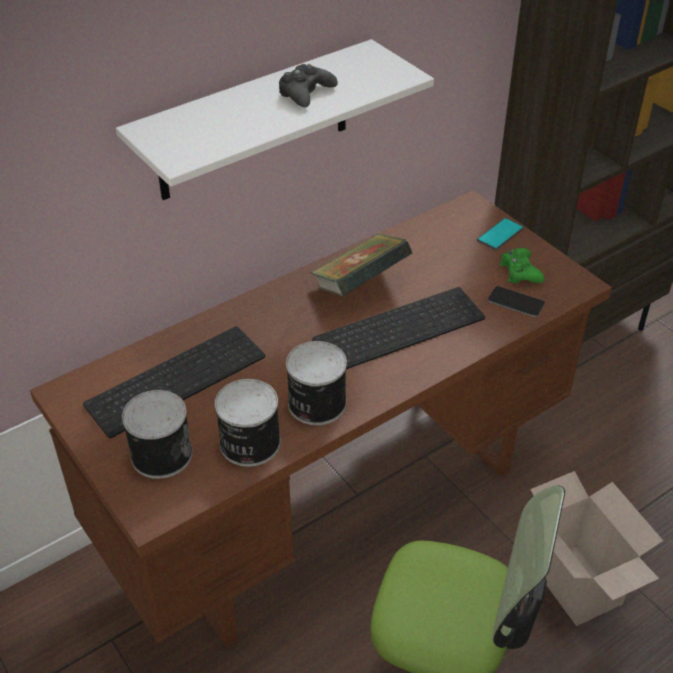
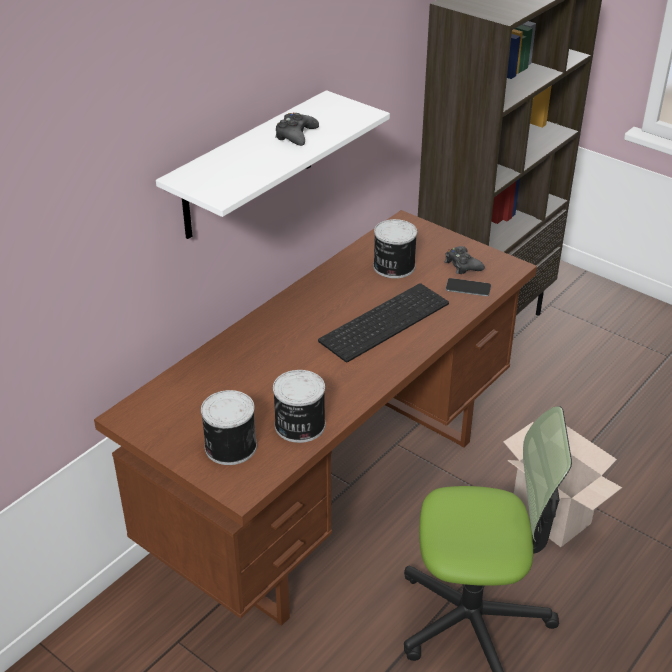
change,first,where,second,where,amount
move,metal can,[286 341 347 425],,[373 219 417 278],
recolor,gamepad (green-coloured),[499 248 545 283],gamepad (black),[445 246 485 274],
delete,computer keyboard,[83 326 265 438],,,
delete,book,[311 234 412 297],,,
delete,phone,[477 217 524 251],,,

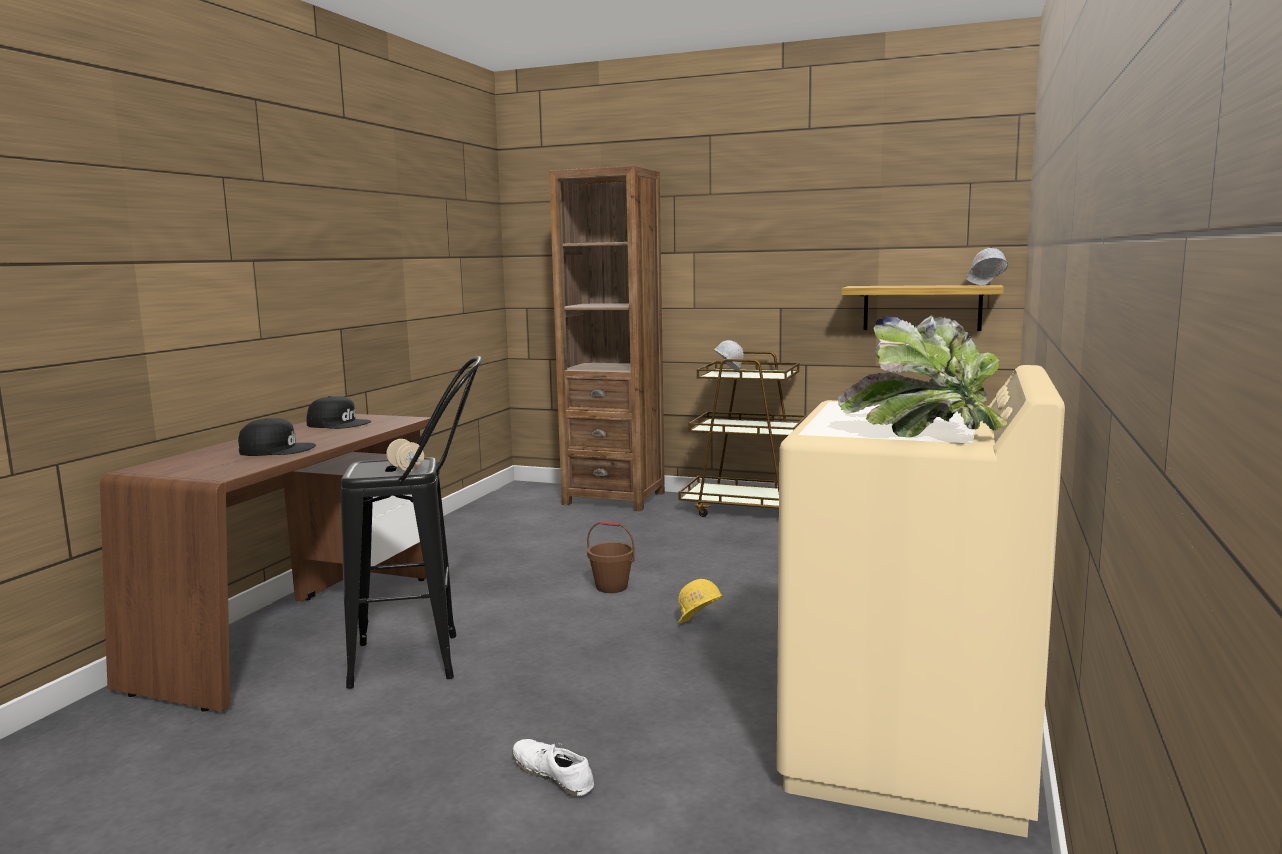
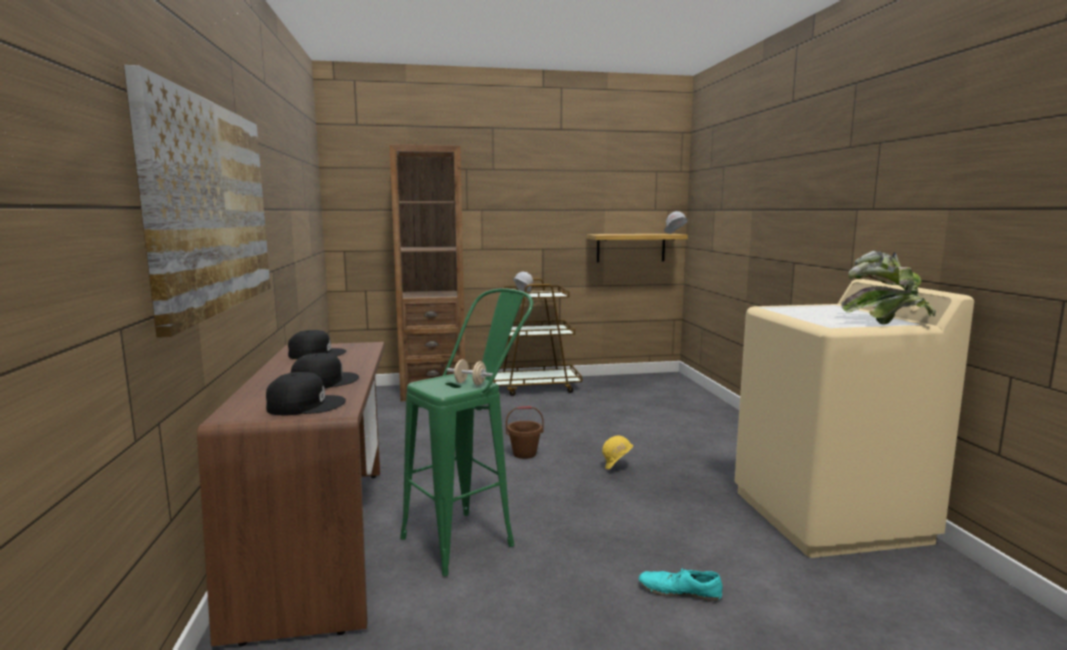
change,first,where,second,where,amount
insert,,,picture,[124 65 270 338],
insert,,,peaked cap (black),[266 372 346 415],
recolor,stool seat (black),[341 356 482 689],stool seat (green-coloured),[400 288 533 576],
recolor,item of footwear (white-coloured),[512 739 594 796],item of footwear (blue-green),[639 567 723 601],

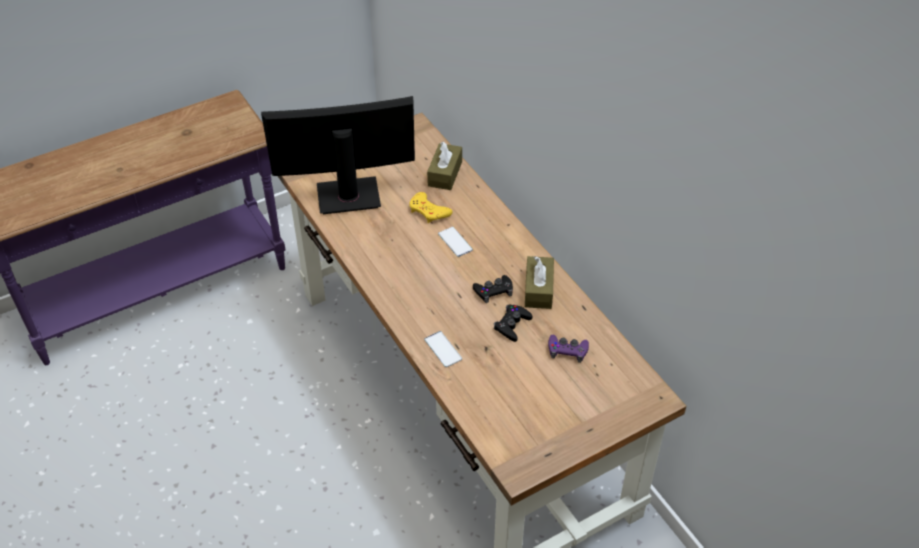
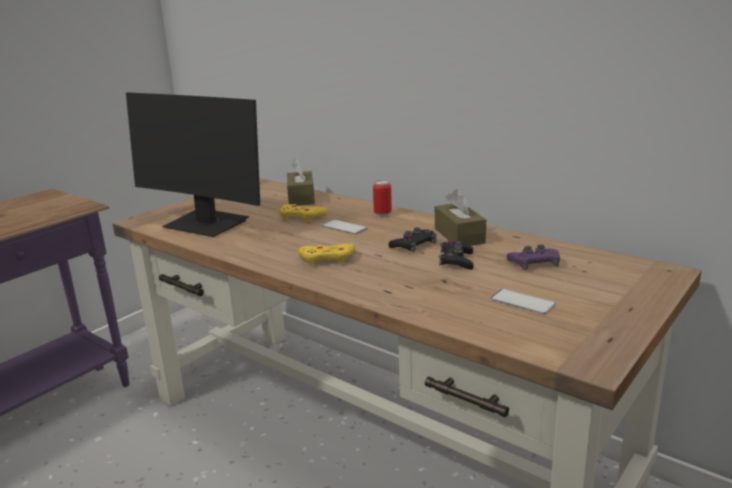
change,first,where,second,where,amount
rotate,computer display,[261 96 415 214],,[126 93 260 237],120 degrees counterclockwise
insert,,,gamepad (yellow-coloured),[298 243 355 266],
insert,,,metal can,[373 180 392 217],
move,phone,[424 331 462 367],,[491 289 556 314],

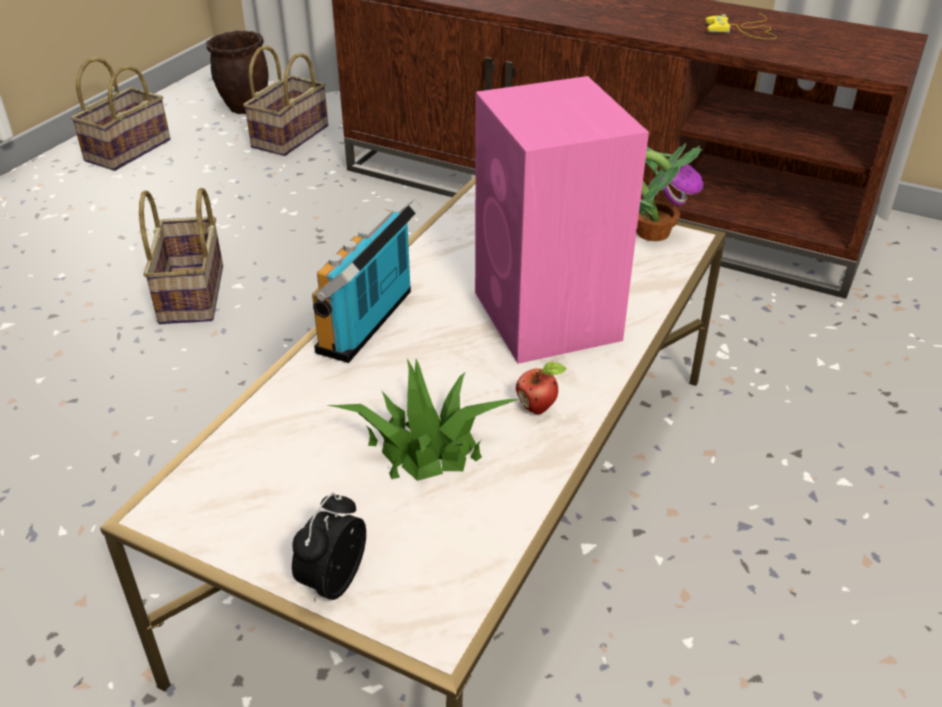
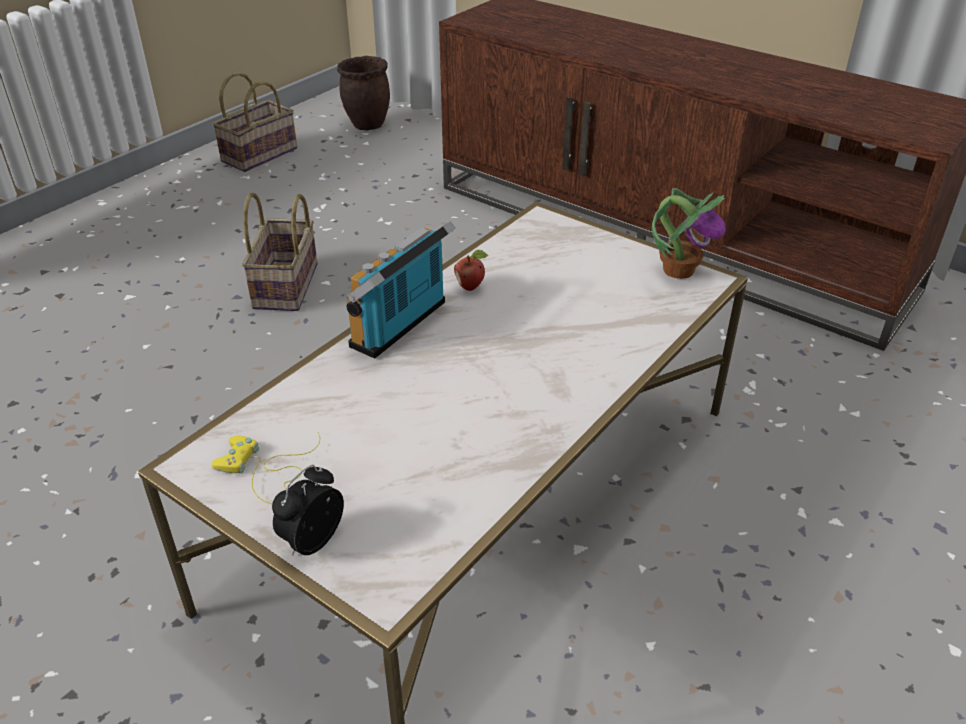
change,first,where,second,where,amount
move,gamepad (yellow-coloured),[705 13 777 39],,[212 433 320 504],
move,apple fruit,[516 362 567 414],,[454 250 488 291],
delete,household basket,[243 45 328 156],,,
delete,potted plant,[328 359 518 481],,,
delete,loudspeaker (pink),[475 76 649 364],,,

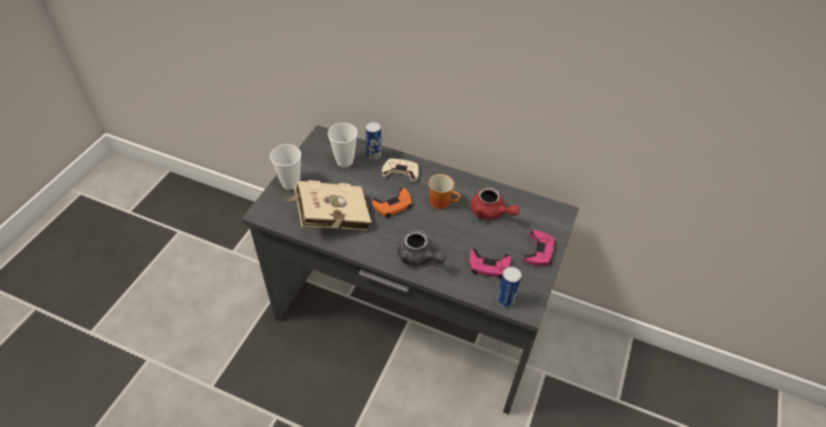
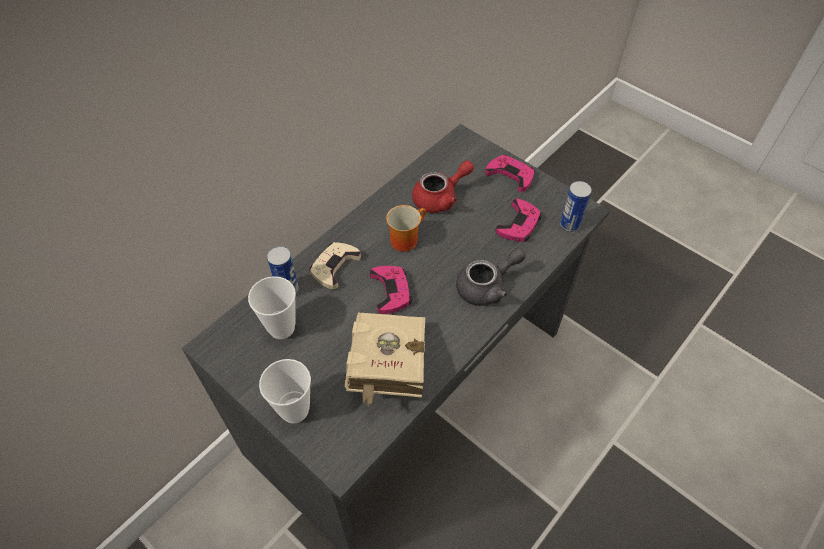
change,first,where,second,where,amount
recolor,gamepad (orangey),[372 187 412 217],gamepad (pink),[370 266 412 314],

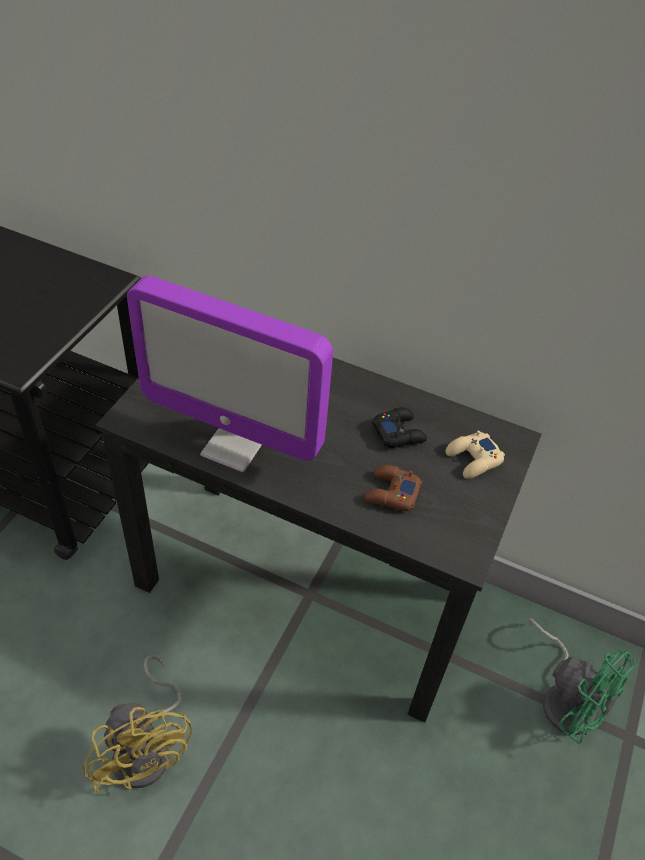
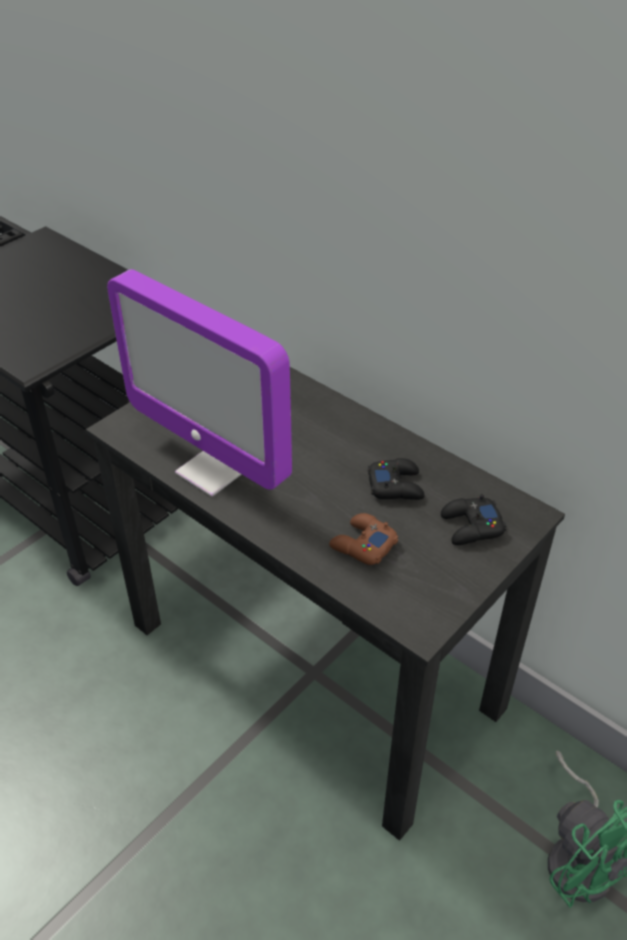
change,first,where,second,where,amount
recolor,gamepad (beige),[446 430 505 479],gamepad (black),[441 494 507 545],
delete,fan (yellow-coloured),[83 655 192 794],,,

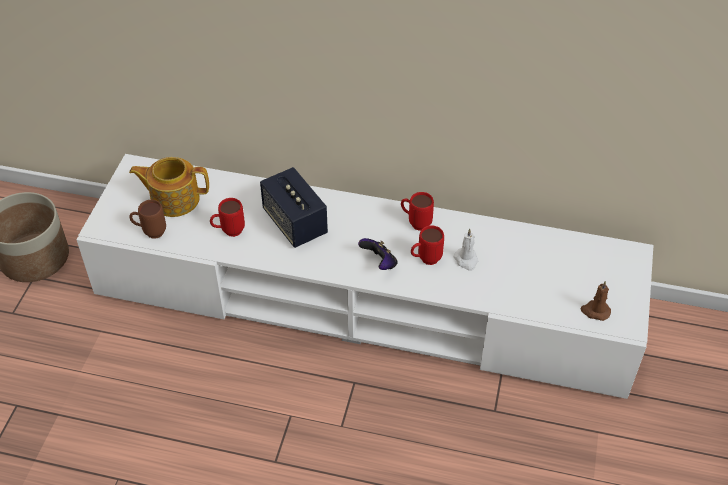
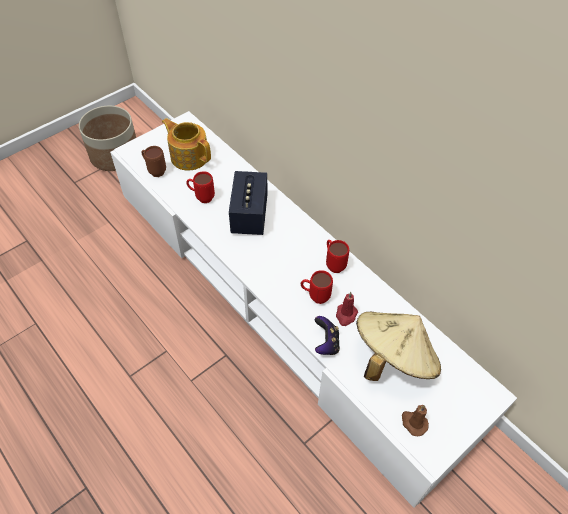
change,first,where,second,where,amount
move,gamepad,[358 238 398 270],,[315 316 340 355],
recolor,wax light (white-coloured),[453 229 478 271],wax light (reddish),[336 292 358 326],
insert,,,wearable hat (beige),[356 312 441 381],

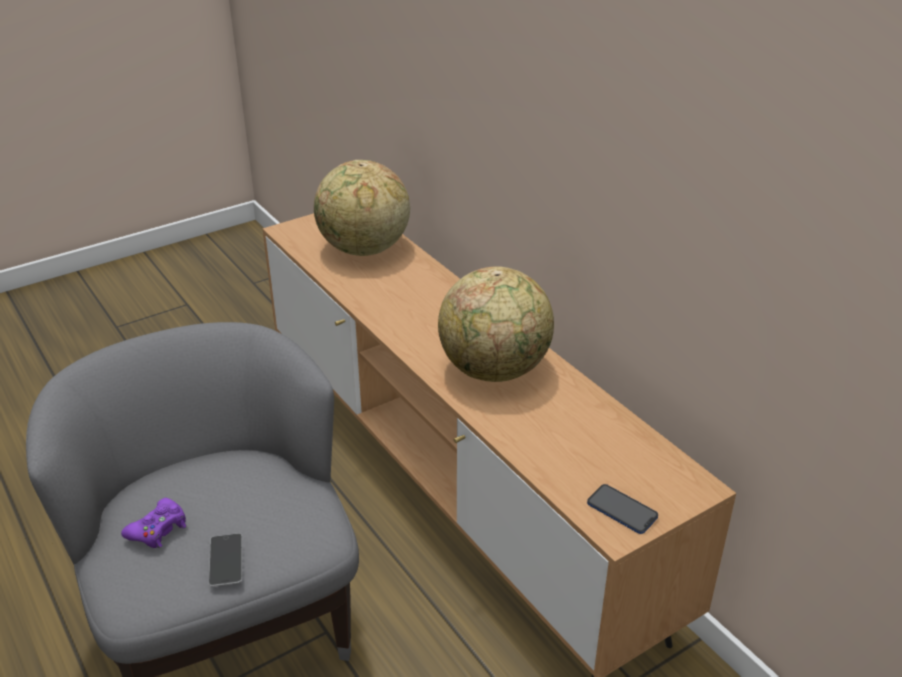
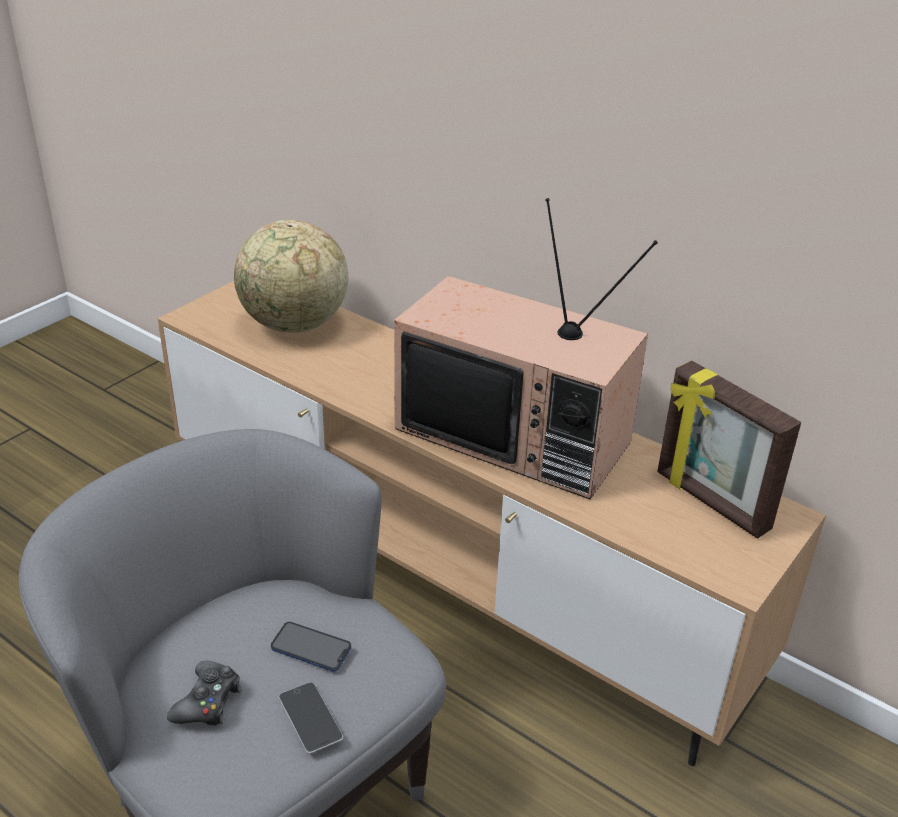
change,first,where,second,where,amount
recolor,gamepad (purple-coloured),[121 498 186 548],gamepad (black),[167 661 242 726],
move,phone,[587 484 658 534],,[271 621 351 672],
replace,world globe,[438 266 554 382],television,[394 198 658 499],
insert,,,photo frame,[657 361 801 538],

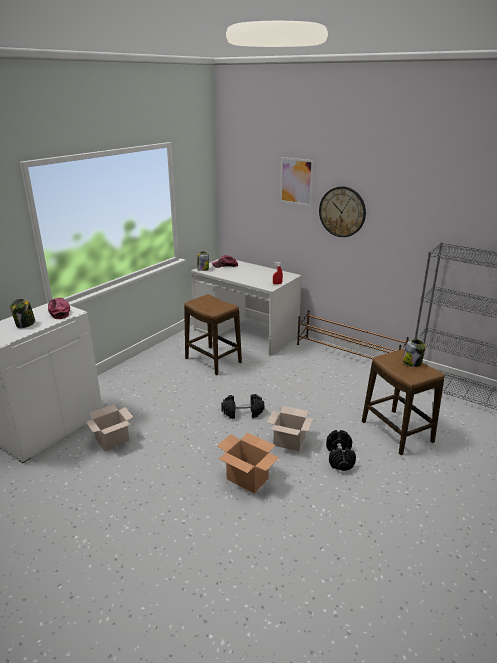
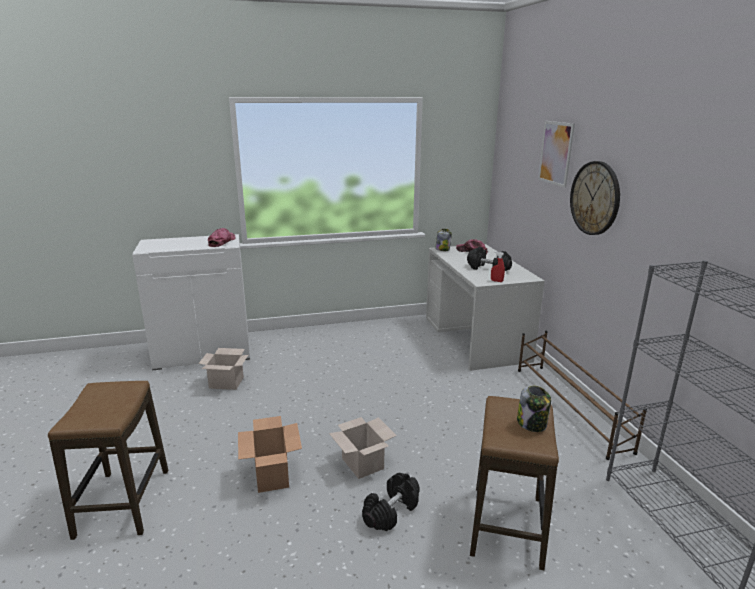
change,first,where,second,where,amount
move,stool seat,[184 294 242 375],,[48 381 168 540],
move,dumbbell (black),[221 394 264 419],,[467 247 512 271],
delete,storage jar,[10 298 35 328],,,

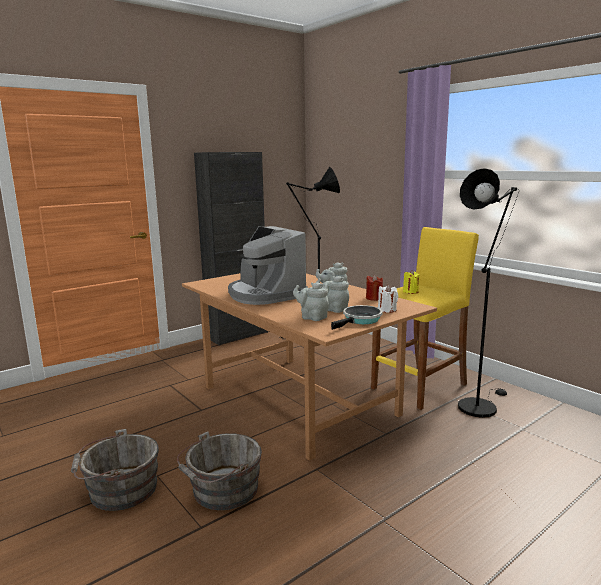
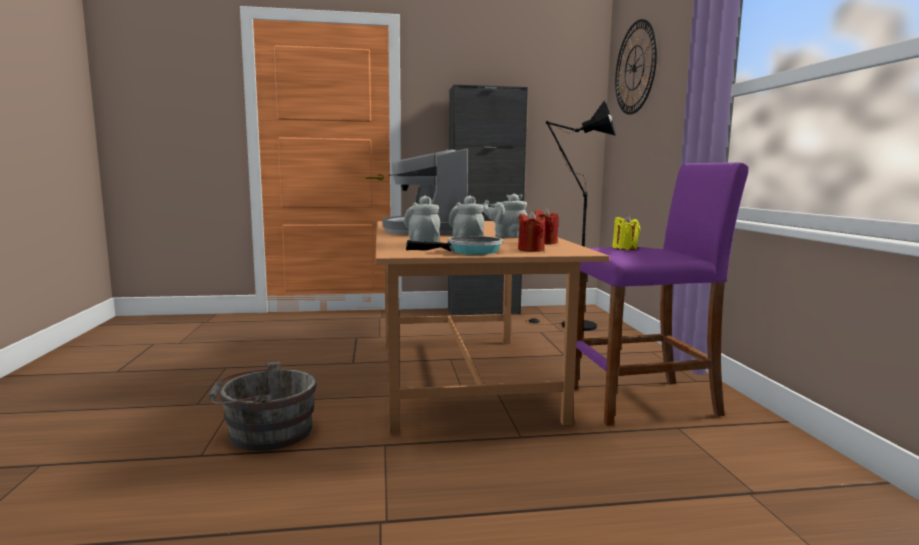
change,first,where,second,where,amount
recolor,wax light (white-coloured),[378 285 398 313],wax light (reddish),[518 211 545 252],
recolor,stool seat (yellow-coloured),[371 227 479 410],stool seat (purple-coloured),[574 162 749 426],
insert,,,wall clock,[615 19 657 115],
delete,bucket (gray),[71 429 159 511],,,
delete,standing lamp (black),[458 168 519 418],,,

